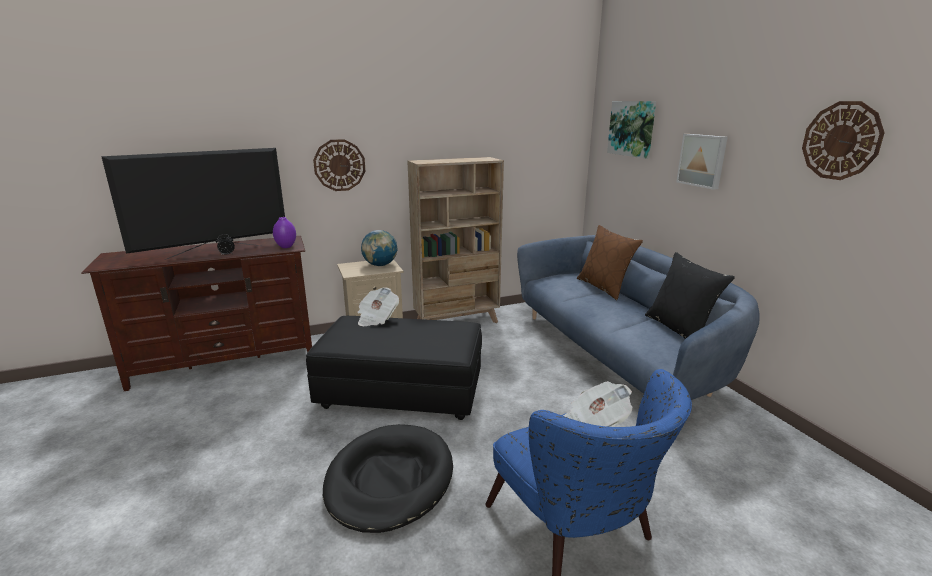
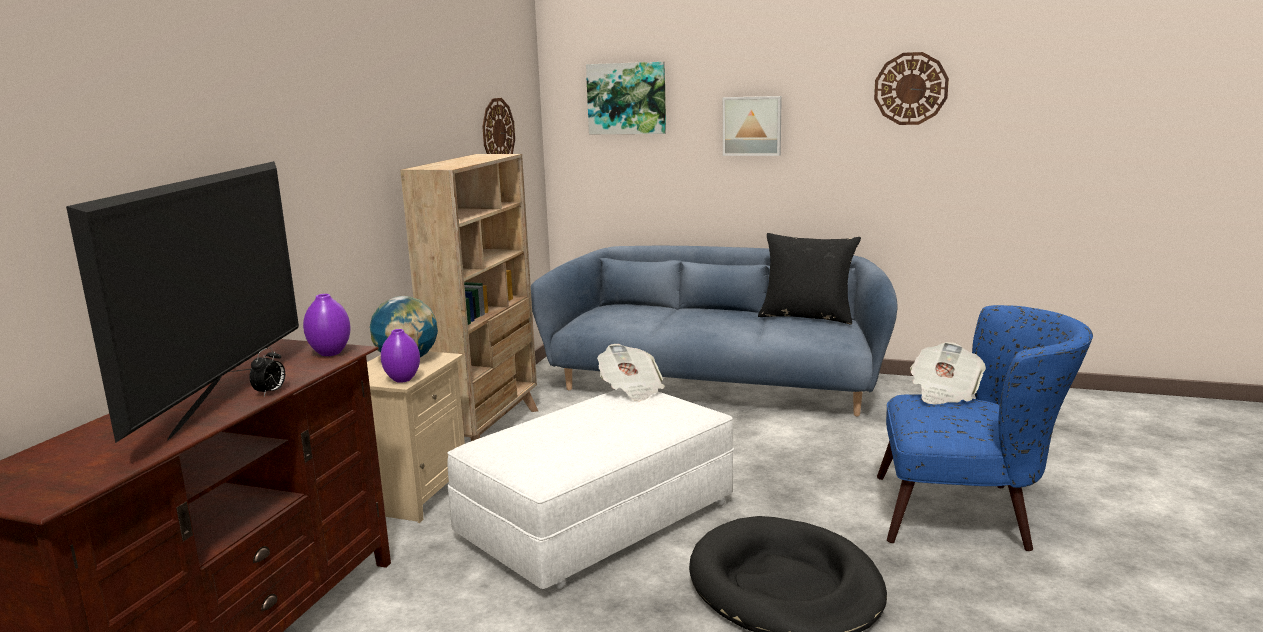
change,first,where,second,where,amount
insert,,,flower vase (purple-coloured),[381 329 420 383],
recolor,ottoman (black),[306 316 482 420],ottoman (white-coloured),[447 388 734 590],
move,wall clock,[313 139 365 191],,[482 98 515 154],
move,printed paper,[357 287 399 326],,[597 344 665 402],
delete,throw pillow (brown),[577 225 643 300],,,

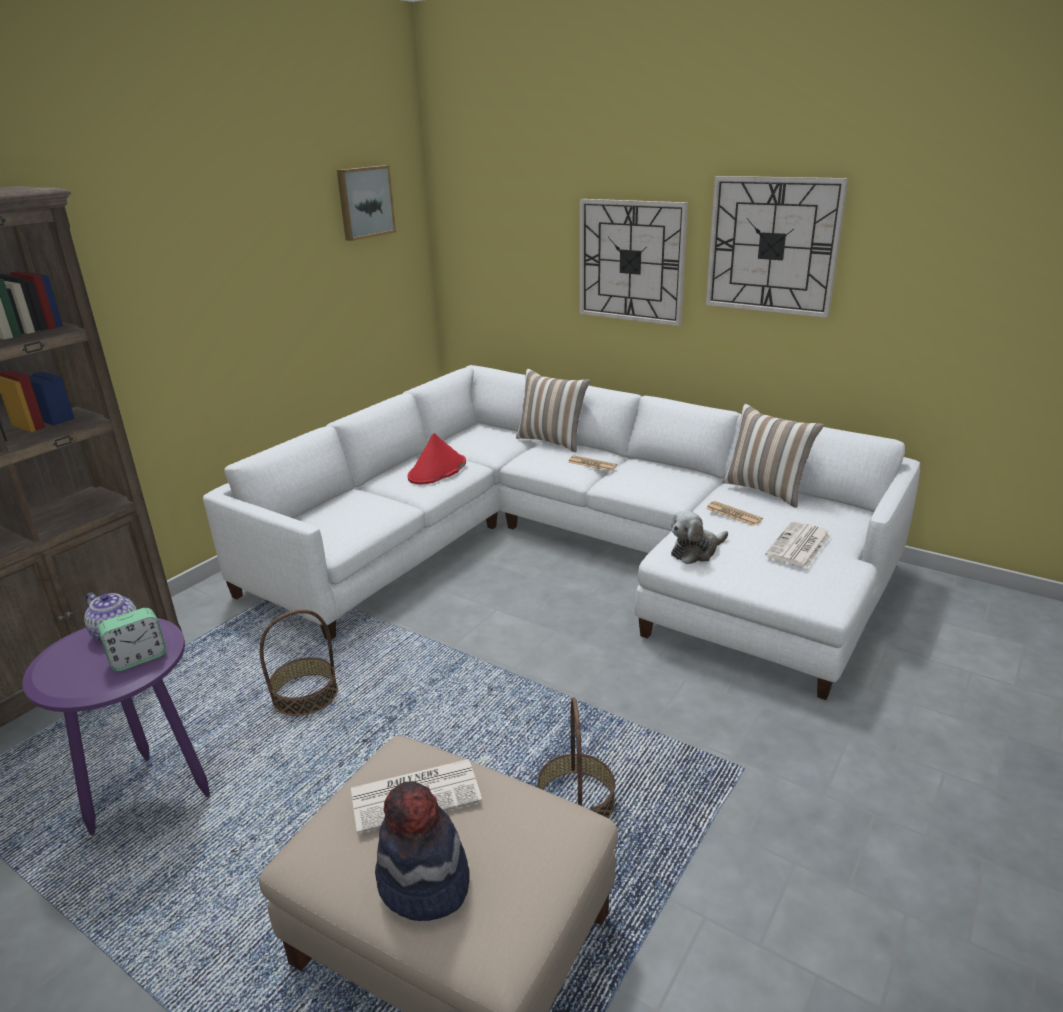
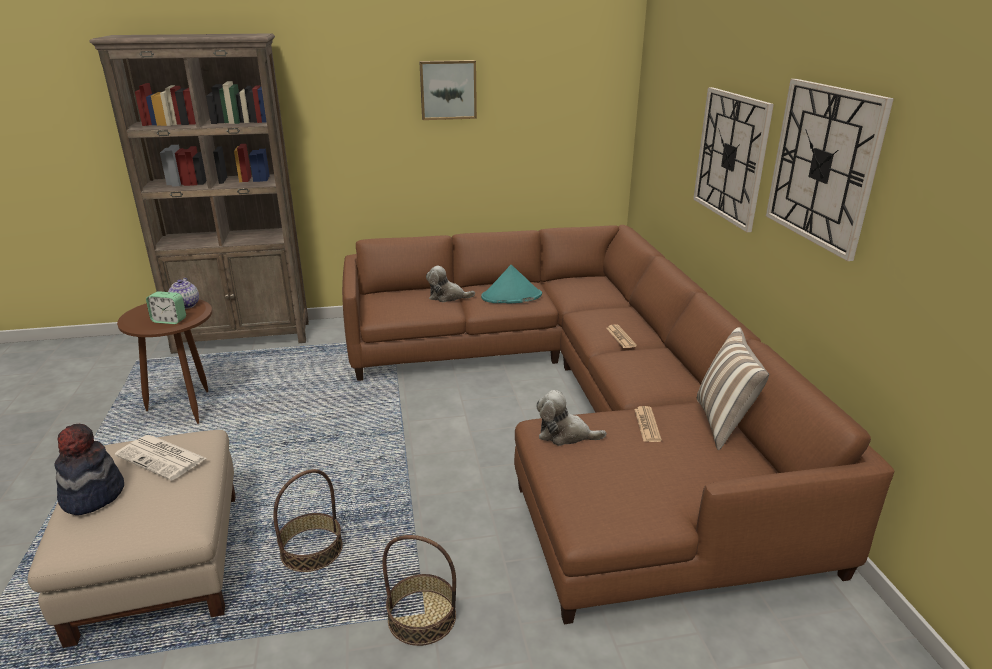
change,first,where,second,where,amount
recolor,side table (purple-coloured),[22 618 210 836],side table (brown),[117 299 212 424],
recolor,sofa (white-coloured),[203 365 920 700],sofa (brown),[342 225 895 624],
move,household basket,[260 609 338 716],,[383 535 456 646],
move,picture,[337 165 396 241],,[419 60 477 120],
insert,,,plush toy,[426 266 475 302],
recolor,wearable hat (reddish),[407 433 466 484],wearable hat (blue-green),[481 265 542 303],
delete,throw pillow,[516 369 590 452],,,
delete,printed paper,[765 521 831 569],,,

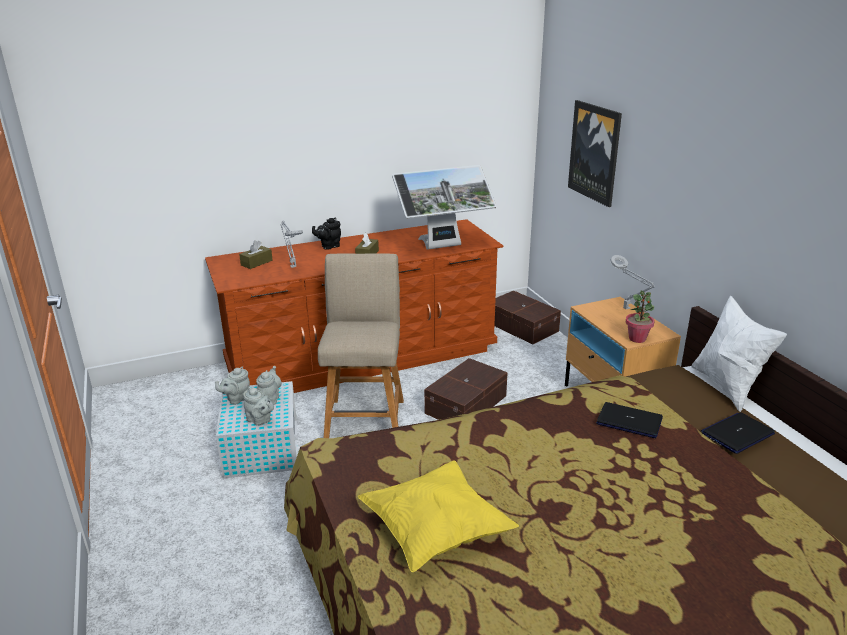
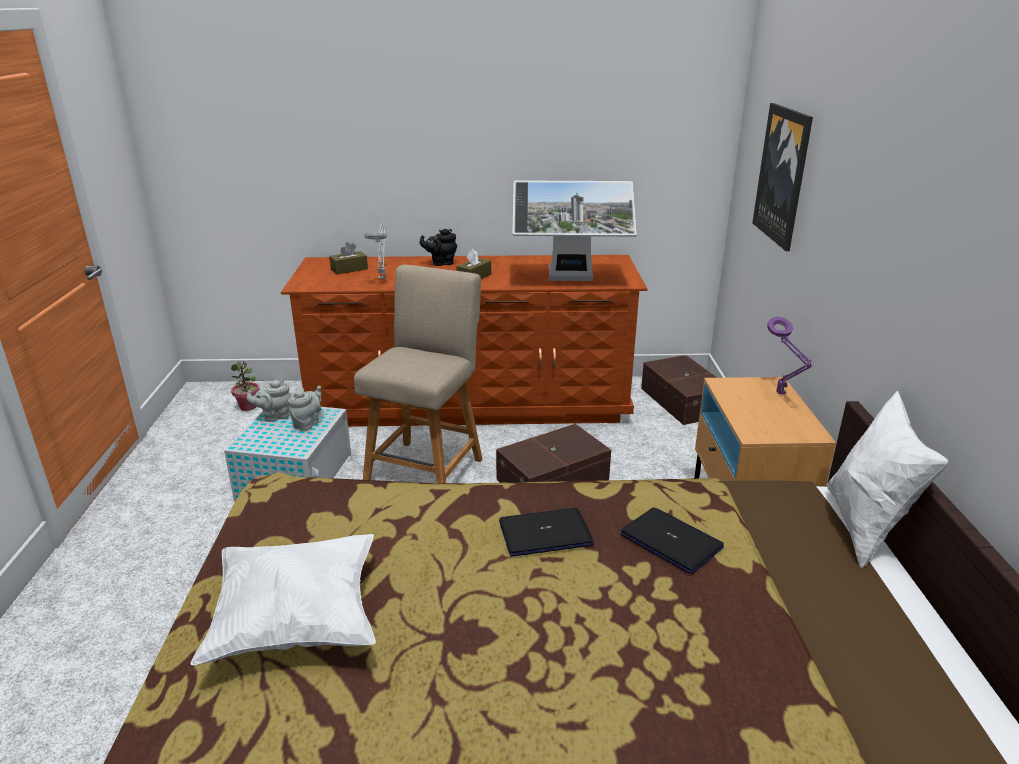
change,first,where,second,where,amount
recolor,throw pillow (yellow-coloured),[358 461 519 572],throw pillow (white-coloured),[190 534 376 665],
move,potted plant,[626 291 655 343],,[231 361 260 411],
move,notebook computer,[701 412 775 454],,[499 508 594 557],
recolor,lamp for a table (gray),[610 255 654 309],lamp for a table (purple-coloured),[767 317 812 394],
delete,tea pot (gray),[243 387 274 426],,,

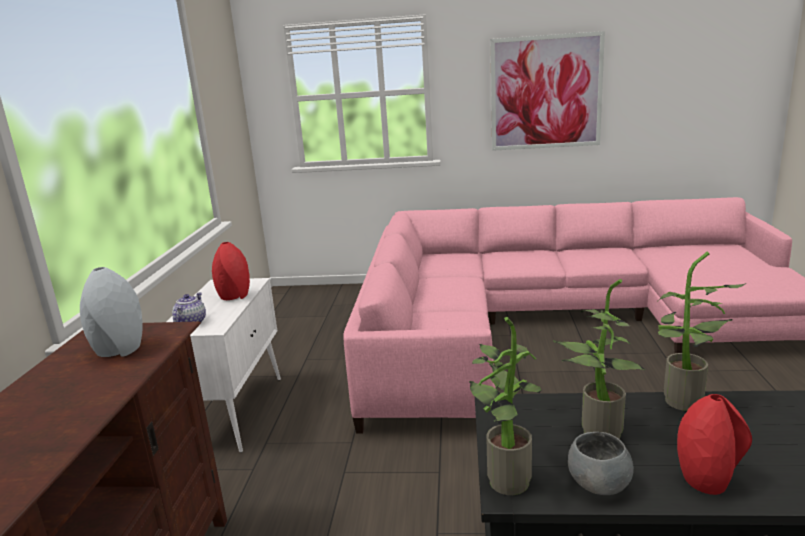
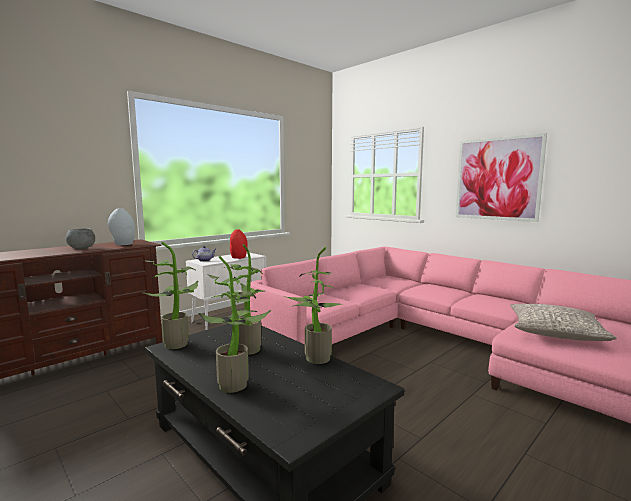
change,first,where,second,where,amount
move,deep dish (gray),[568 432 634 495],,[66 229 95 249],
replace,flower vase (reddish),[677 394 752 495],potted plant,[199 256 271 393],
insert,,,throw pillow (gray),[510 304 617 341],

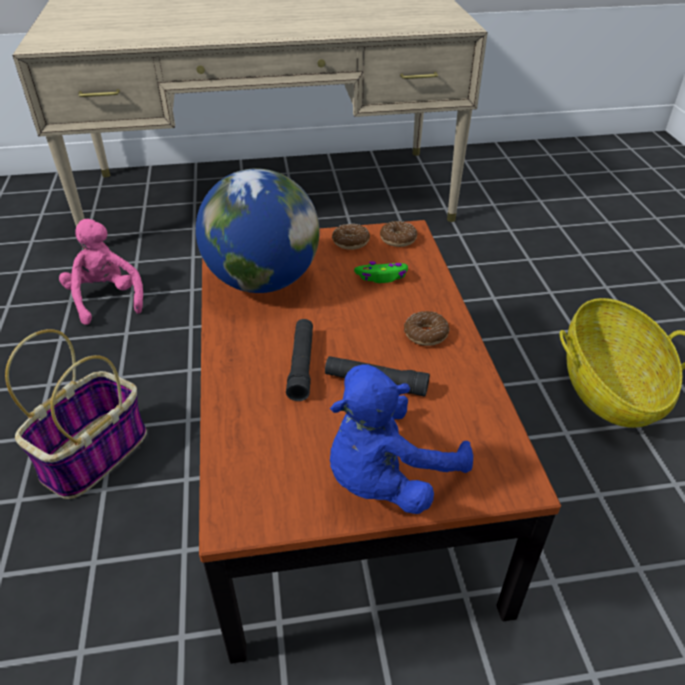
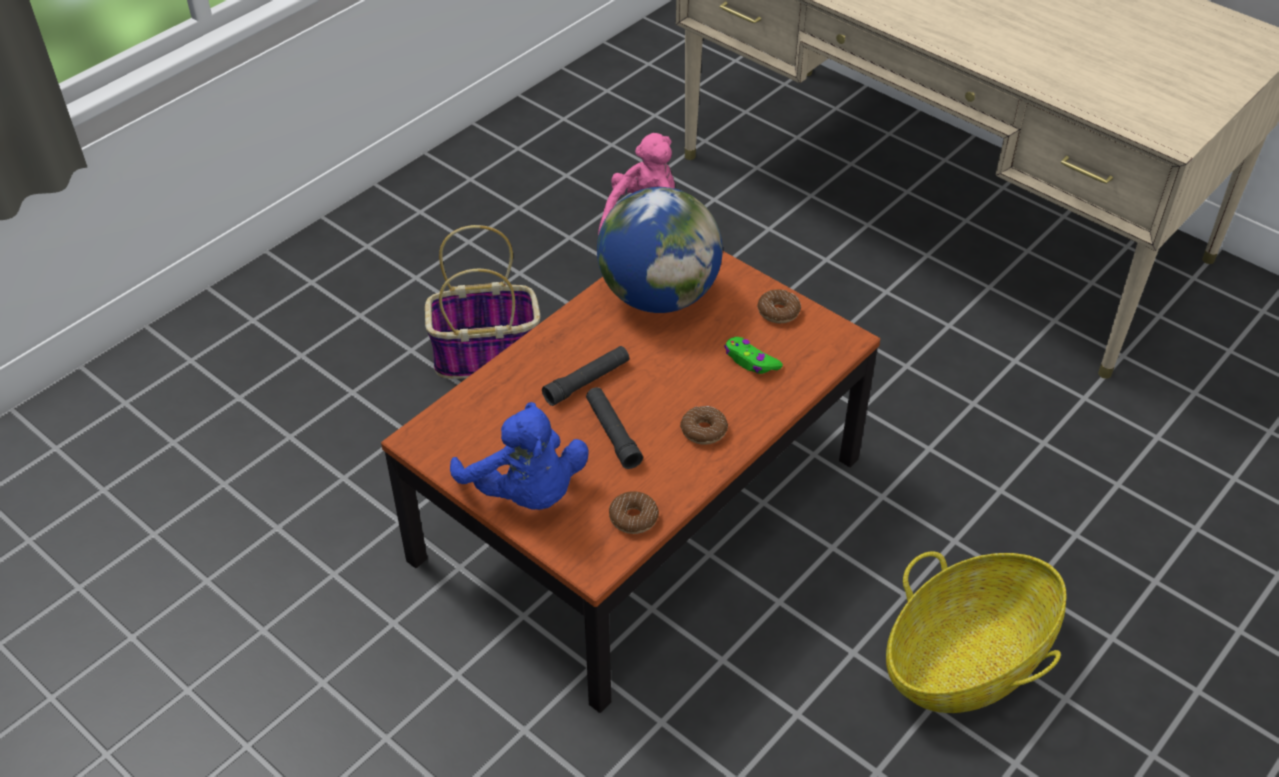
change,first,where,second,where,amount
rotate,plush toy (bluish),[330 364 473 514],,[450 402 589 510],135 degrees counterclockwise
move,donut,[380 221 418 247],,[609 491 659 534],

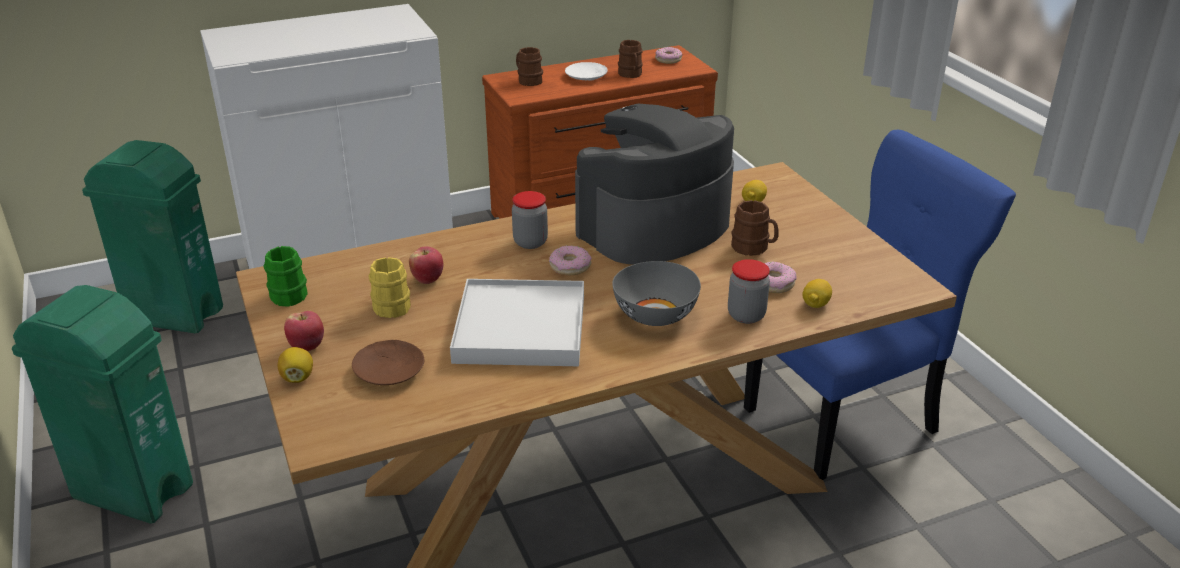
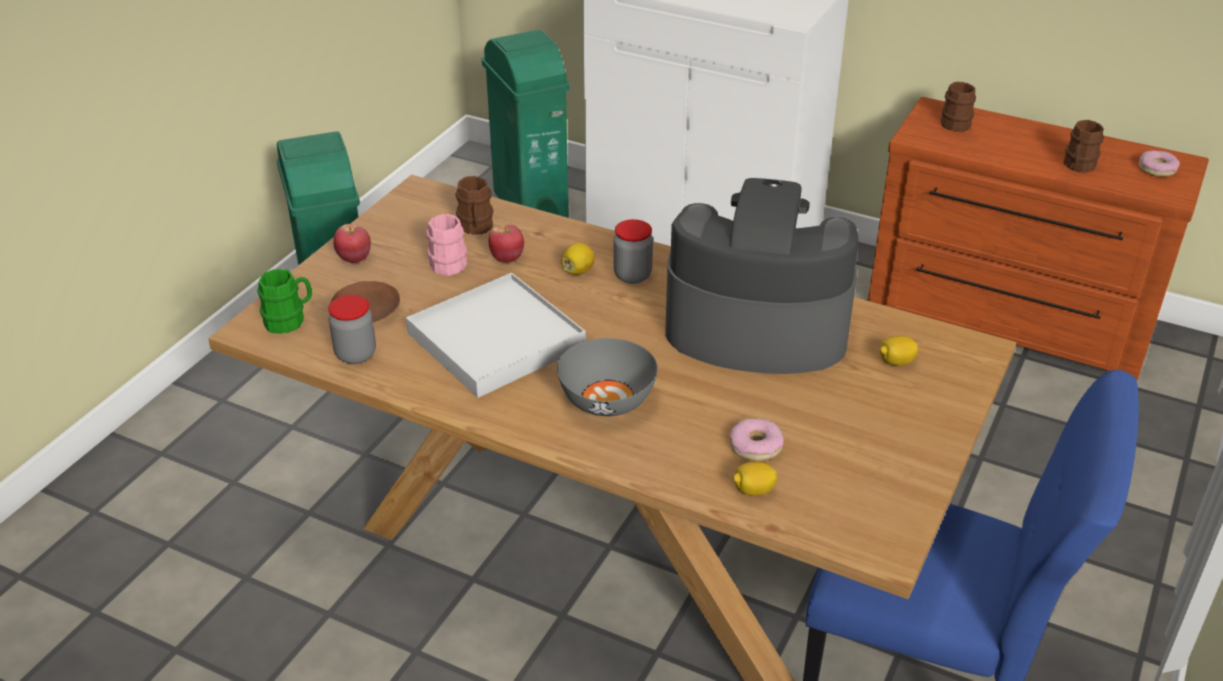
change,first,where,second,where,amount
move,tea mug (green-coloured),[264 246 307 307],,[257 269 312 334],
move,storage jar,[728 259 770 324],,[328 295 376 364],
recolor,tea mug (yellow-coloured),[368 257 411 318],tea mug (pink),[426 214 467 276],
move,tea mug (brown),[731 200 779 256],,[456 176 493 235],
move,citrus fruit,[278 347 313 383],,[561 242 595 275],
delete,donut,[549 246 592 275],,,
delete,dinner plate (white-coloured),[565 62 608 80],,,

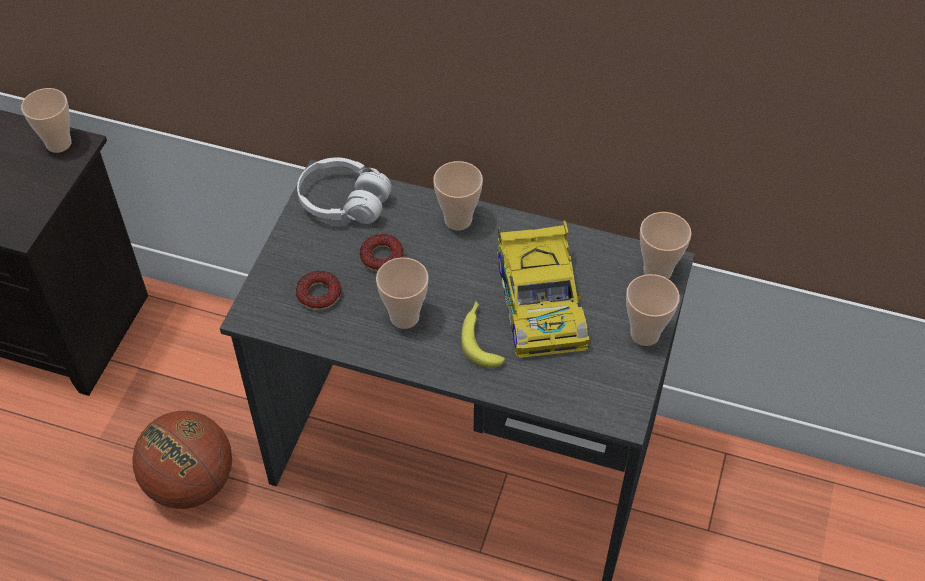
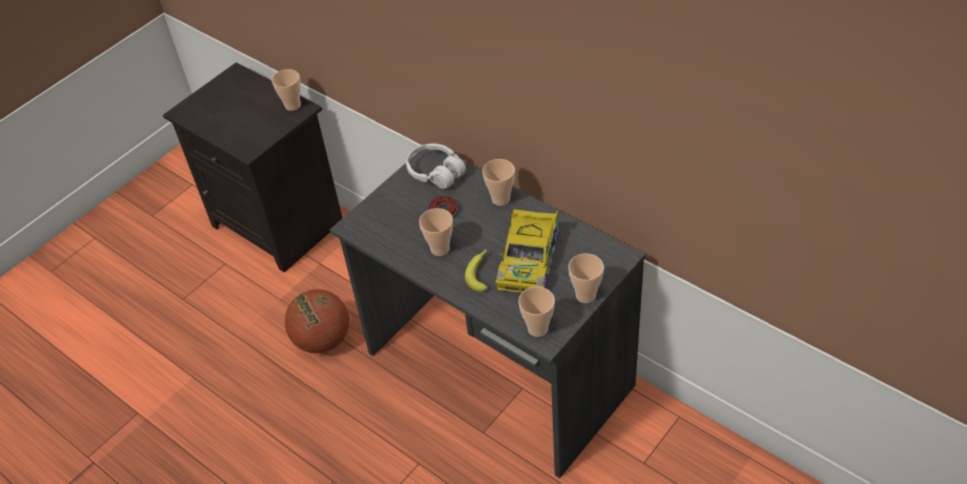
change,first,where,second,where,amount
move,cup,[640 212 691 279],,[518 287 555 337],
delete,donut,[296 271 341 310],,,

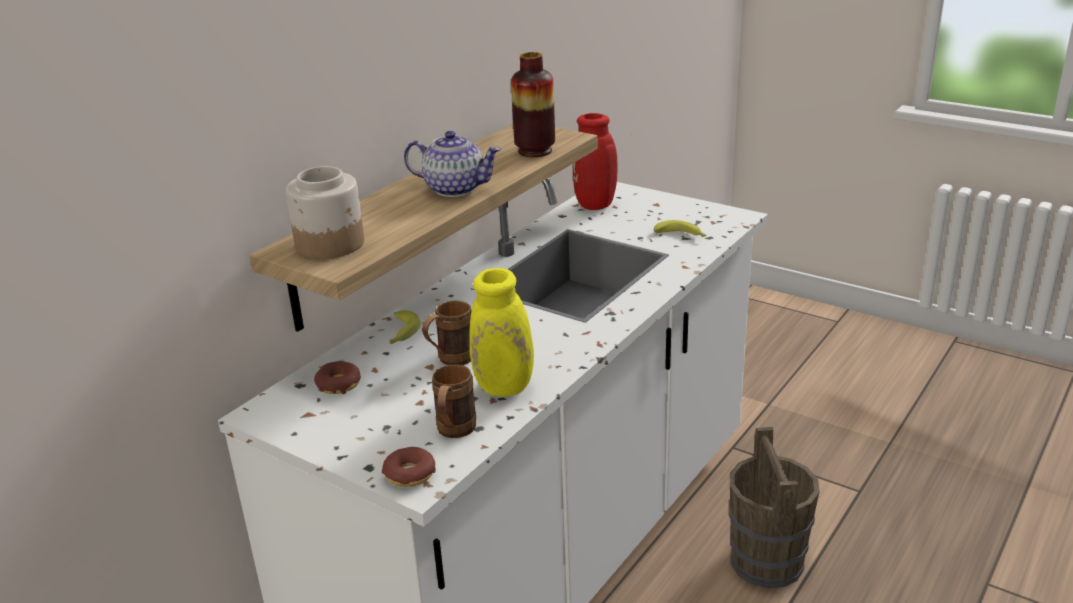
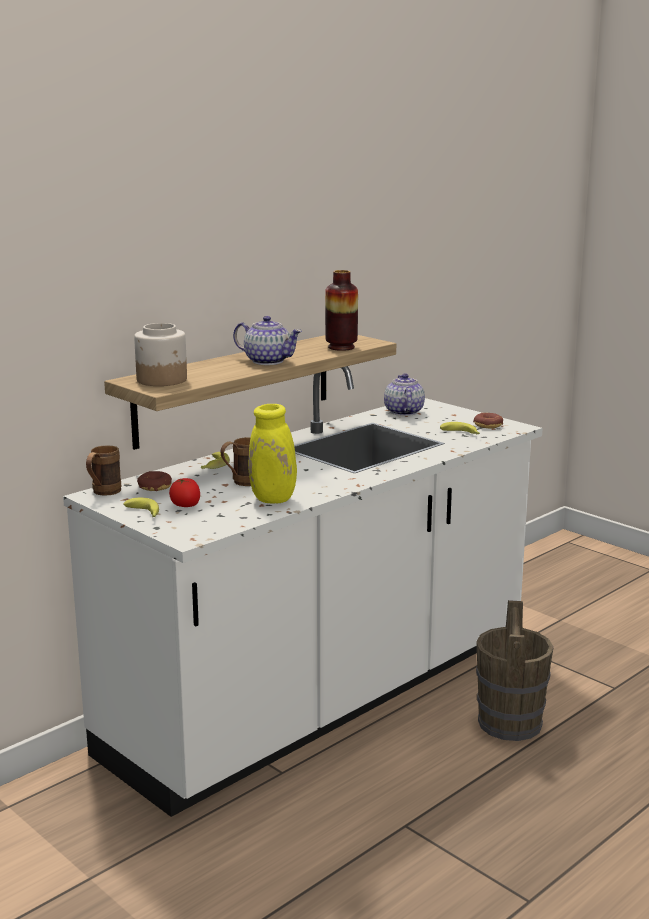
change,first,where,second,where,amount
move,tea mug (brown),[432 364 476 438],,[86 445 121 496],
insert,,,whole banana,[124 498 159 517],
insert,,,whole tomato,[169 478 200 507],
replace,flower vase (reddish),[573 113 618 210],tea pot,[384 373 425 416],
move,donut,[382 447 436 487],,[473 413 503 429],

